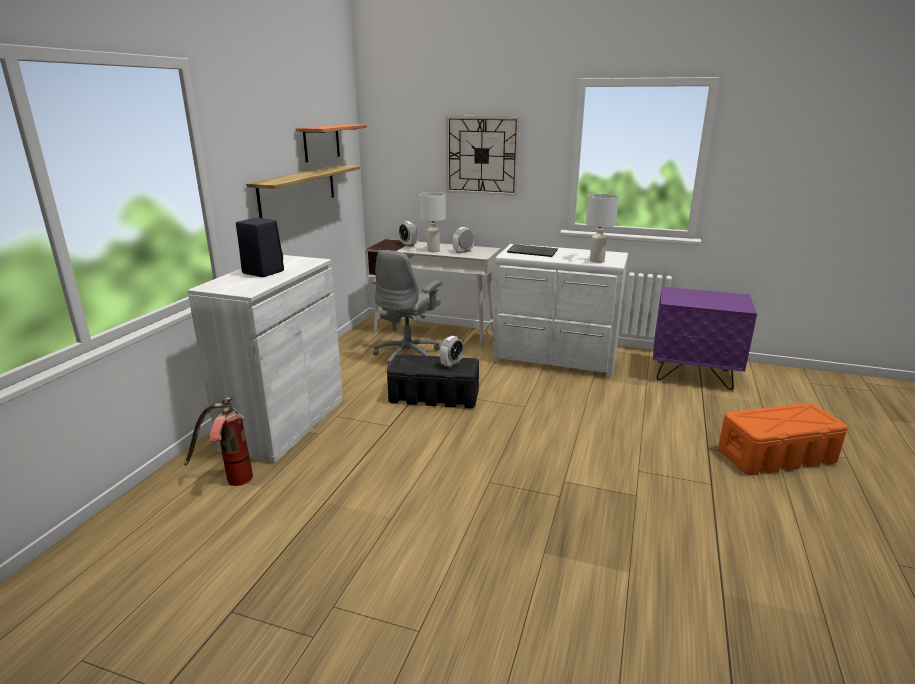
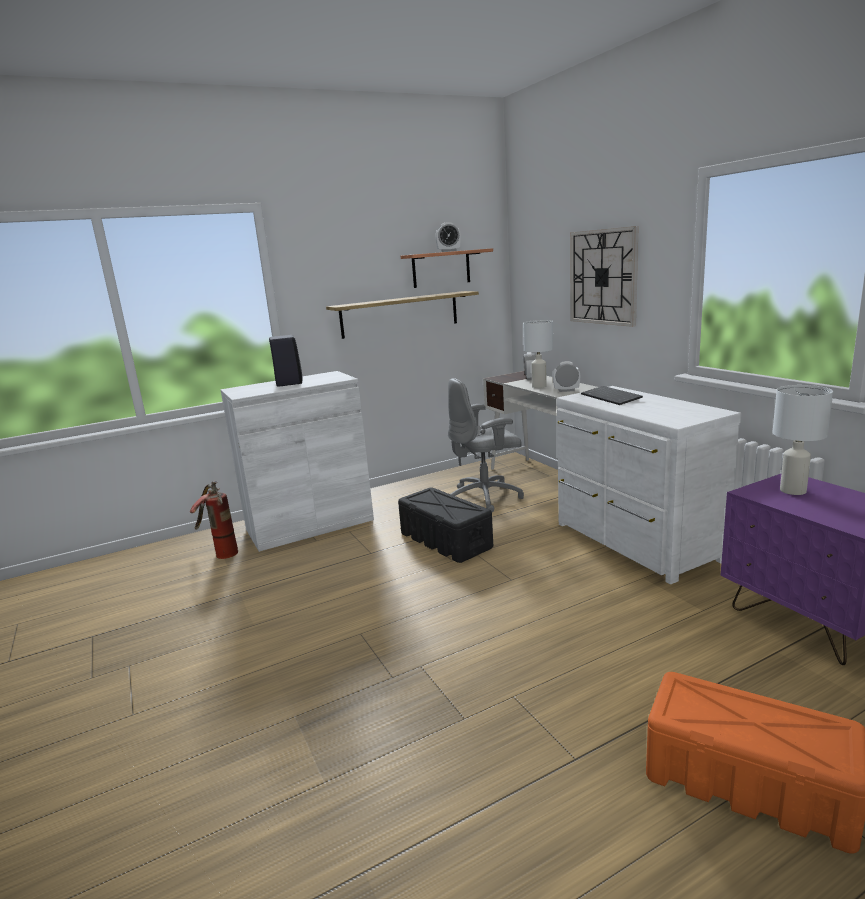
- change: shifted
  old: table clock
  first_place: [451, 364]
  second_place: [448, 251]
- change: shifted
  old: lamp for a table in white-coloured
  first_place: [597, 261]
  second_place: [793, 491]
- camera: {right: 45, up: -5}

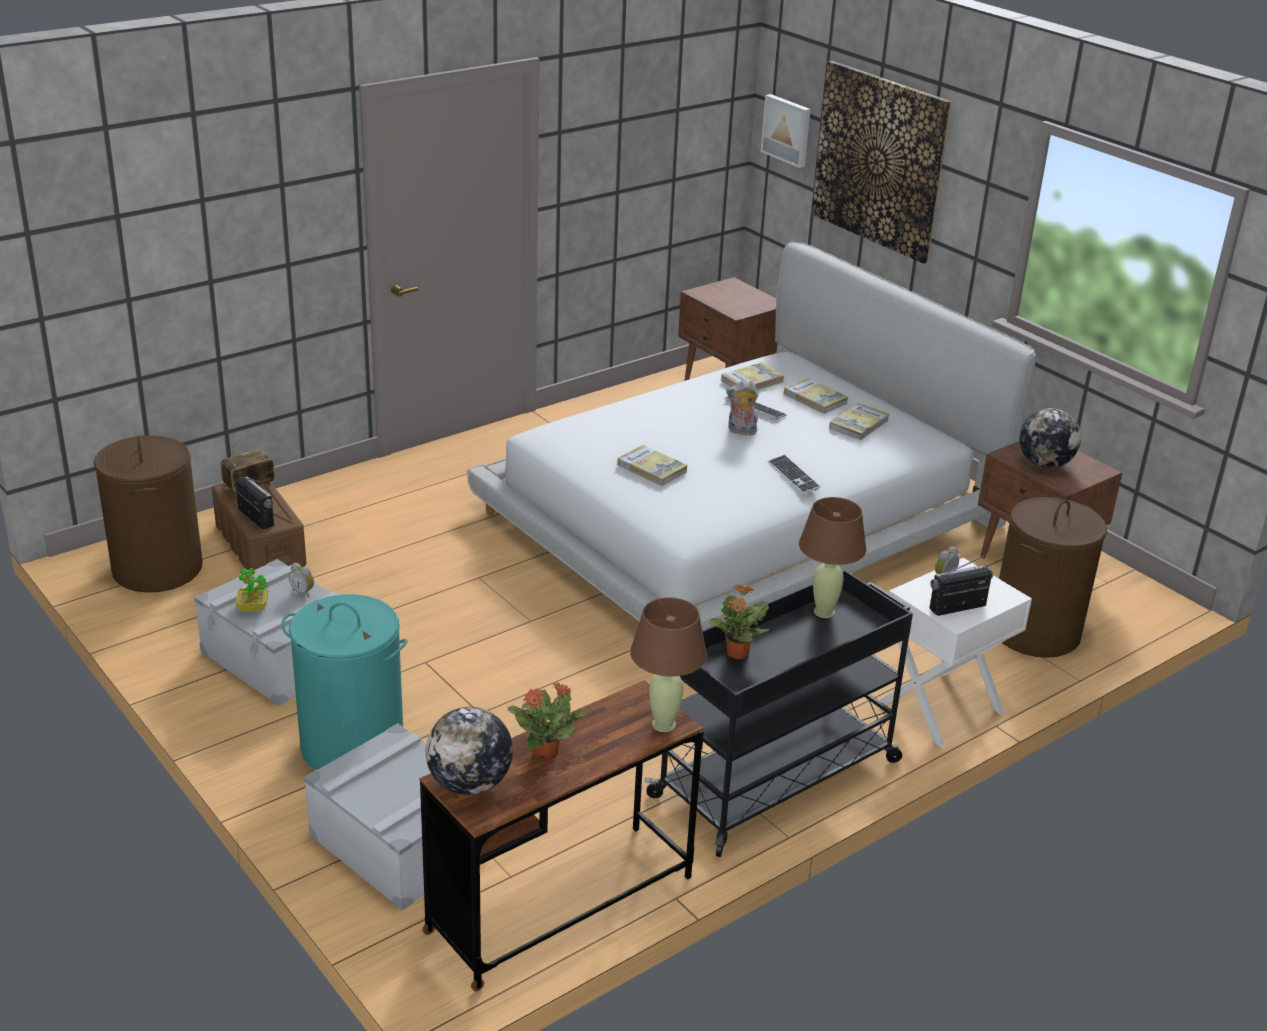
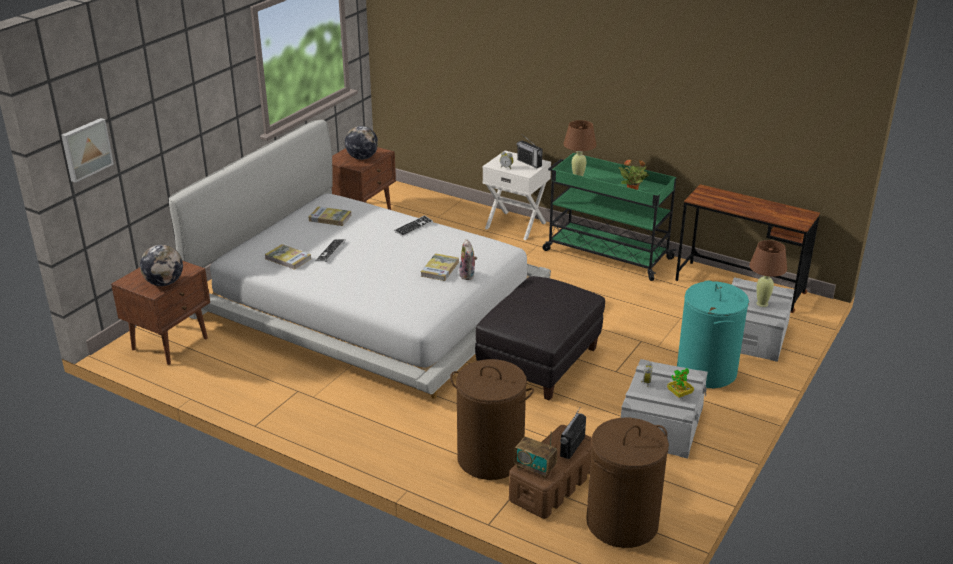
- change: shifted
  old: globe
  first_place: [469, 784]
  second_place: [164, 283]
- change: gone
  old: plant in a pot
  first_place: [546, 752]
- change: shifted
  old: lamp for a table in brown
  first_place: [663, 725]
  second_place: [762, 304]
- change: repainted
  old: trolley in black
  new: trolley in greenish
  first_place: [778, 777]
  second_place: [606, 254]
- change: shifted
  old: plush toy
  first_place: [741, 431]
  second_place: [468, 275]
- change: gone
  old: bound book
  first_place: [815, 398]
- change: gone
  old: wall art
  first_place: [879, 160]
- change: shifted
  old: hamper in brown
  first_place: [1035, 632]
  second_place: [490, 458]
- change: new
  new: ottoman in black
  second_place: [539, 362]
- camera: {right: -110, up: 0}

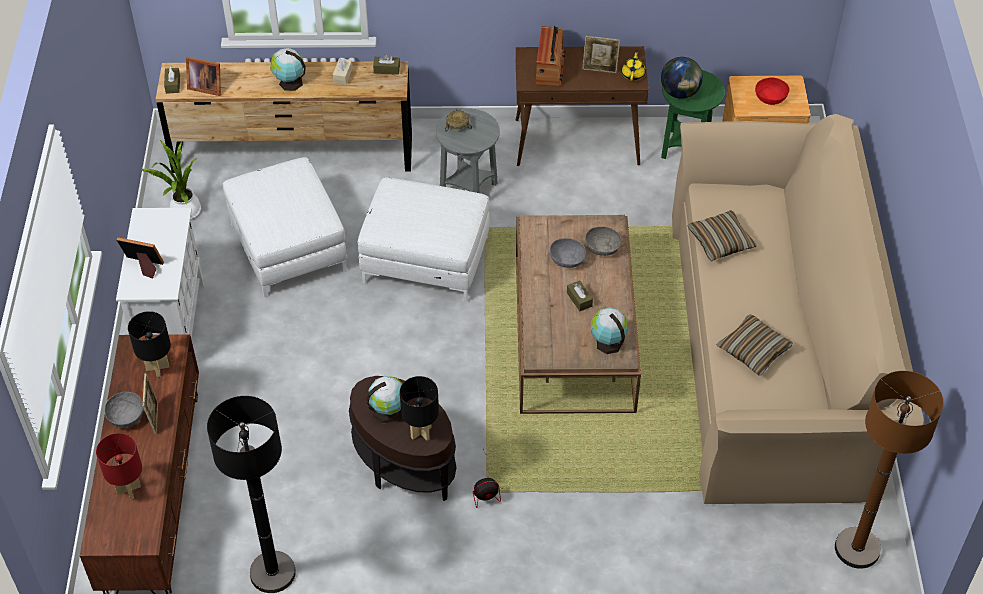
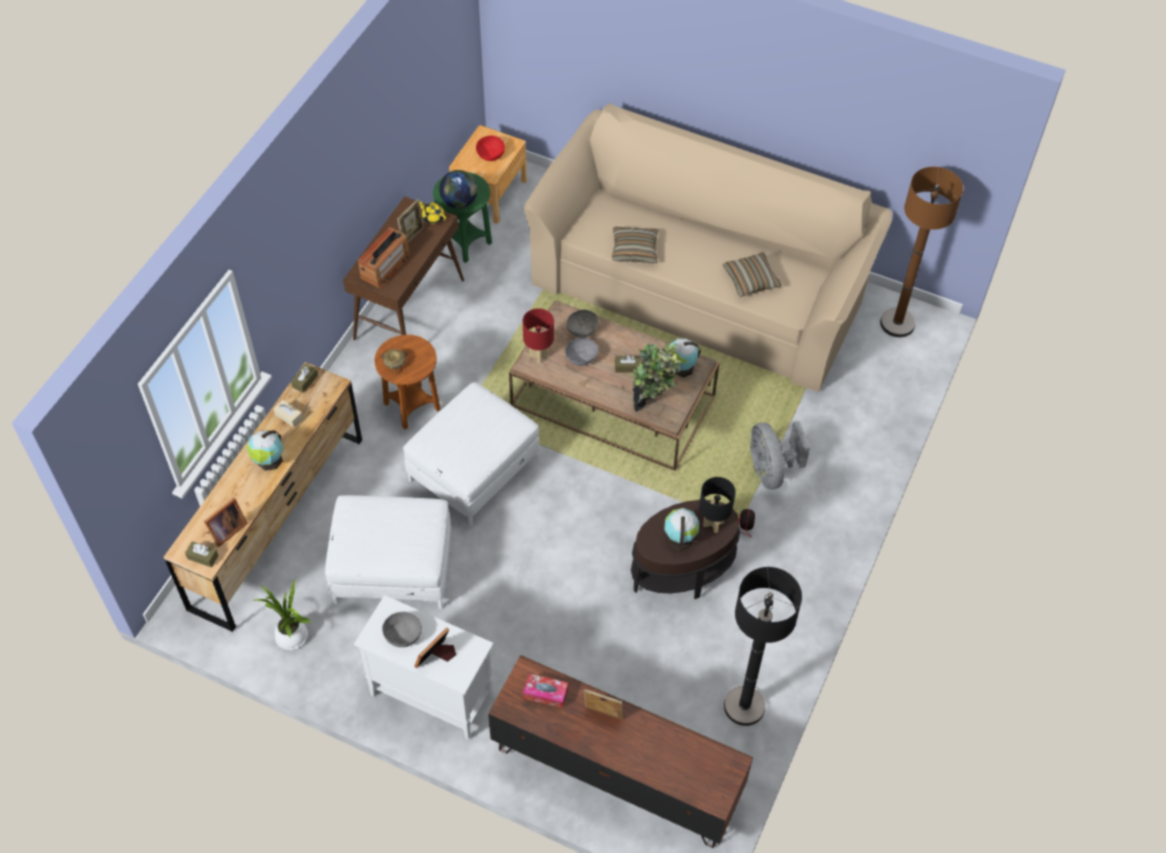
- change: shifted
  old: lamp for a table in reddish
  first_place: [128, 489]
  second_place: [538, 356]
- change: shifted
  old: bowl in grey
  first_place: [126, 416]
  second_place: [403, 635]
- change: swapped
  old: lamp for a table in black
  new: tissue holder
  first_place: [157, 367]
  second_place: [545, 693]
- change: repainted
  old: end table in grey
  new: end table in brown
  first_place: [468, 189]
  second_place: [412, 406]
- change: rotated
  old: radio
  first_place: [550, 67]
  second_place: [385, 267]
  degrees: 90
- change: new
  new: plant in a pot
  second_place: [652, 403]
- change: new
  new: electric fan in grey
  second_place: [771, 470]
- camera: {right: -65, up: 5}

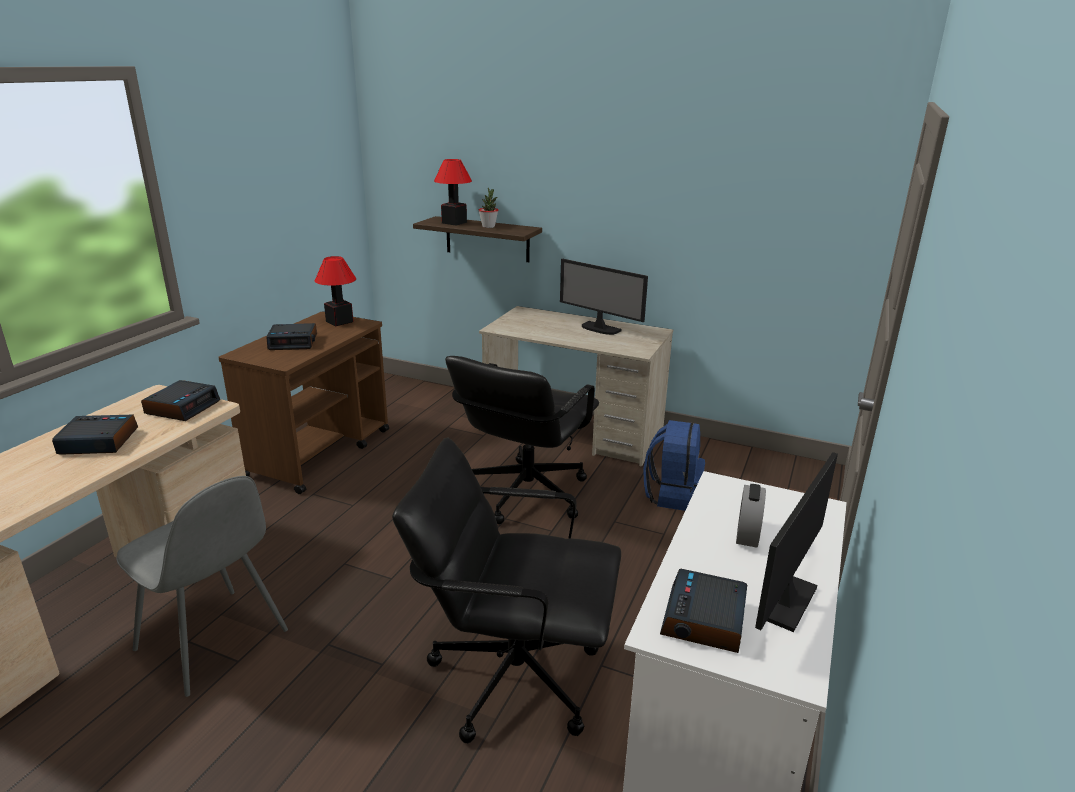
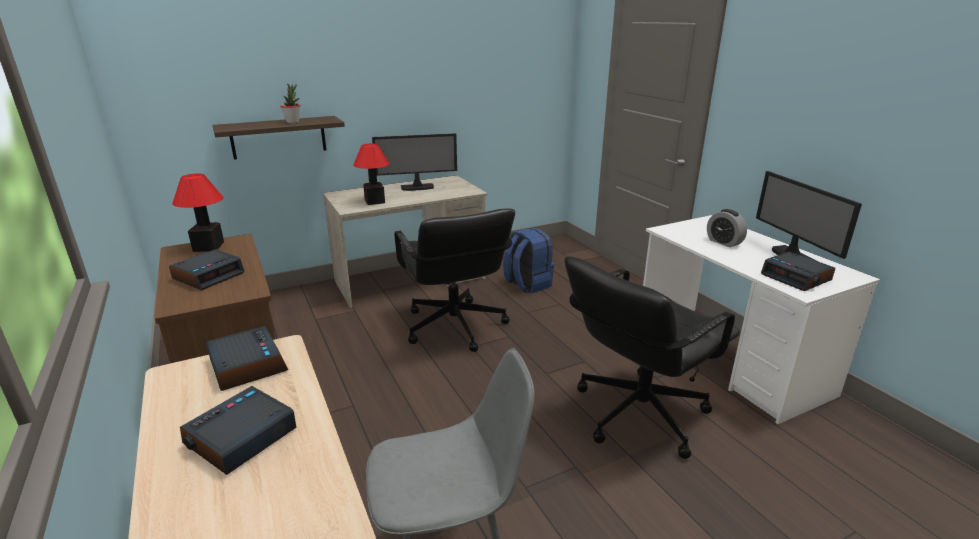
- change: shifted
  old: lamp for a table
  first_place: [454, 222]
  second_place: [375, 201]
- camera: {right: -50, up: 0}

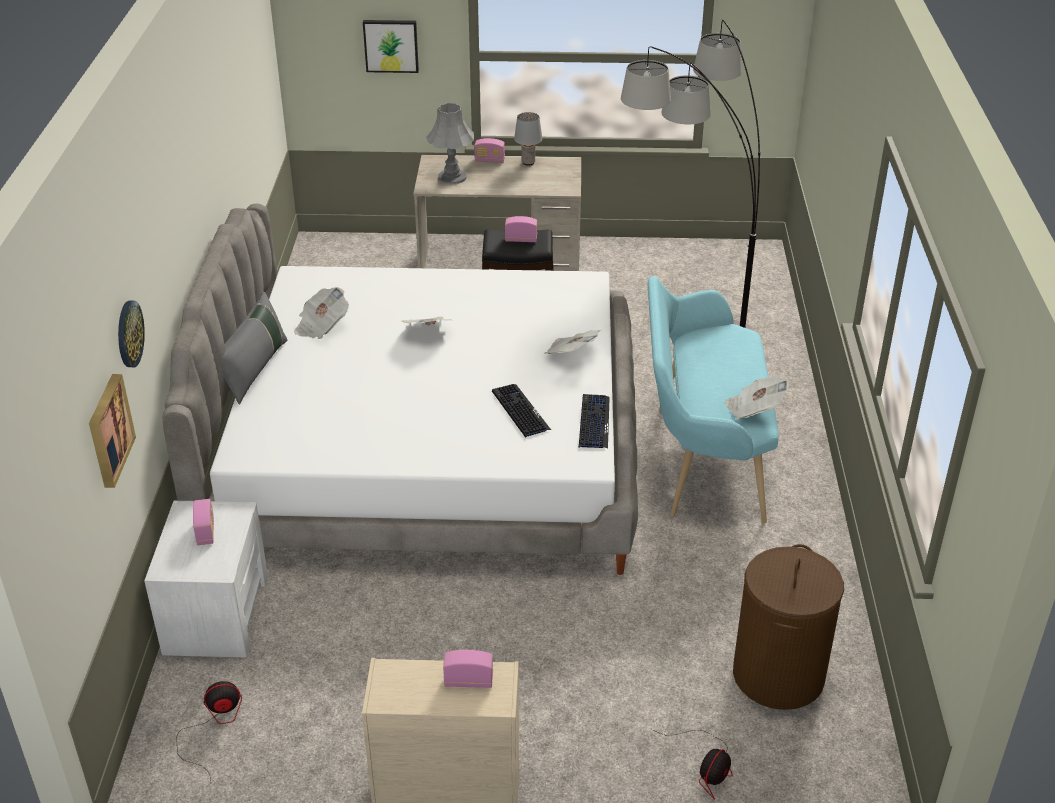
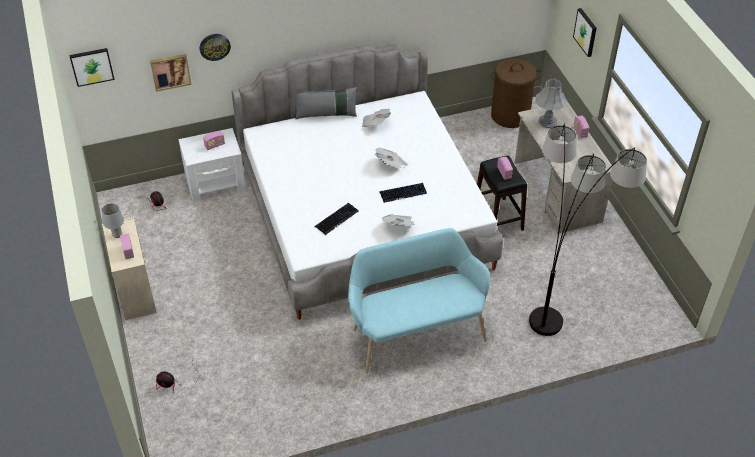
- change: shifted
  old: lamp for a table in grey
  first_place: [528, 163]
  second_place: [117, 235]
- change: shifted
  old: PC keyboard
  first_place: [594, 422]
  second_place: [403, 193]
- change: gone
  old: newspaper
  first_place: [754, 409]
- change: shifted
  old: hamper in brown
  first_place: [778, 676]
  second_place: [510, 116]
- change: new
  new: wall art
  second_place: [92, 66]
- camera: {right: 70, up: 10}

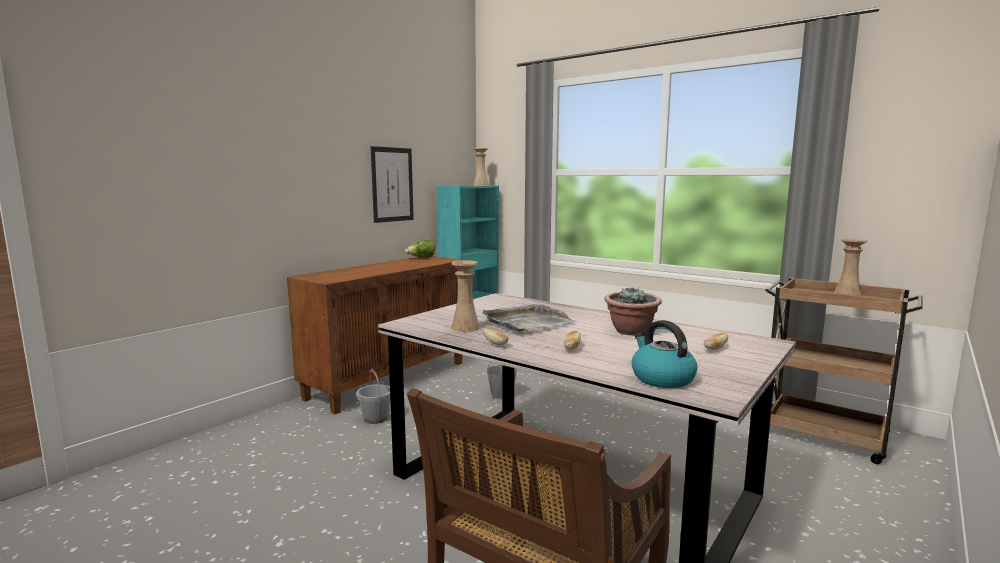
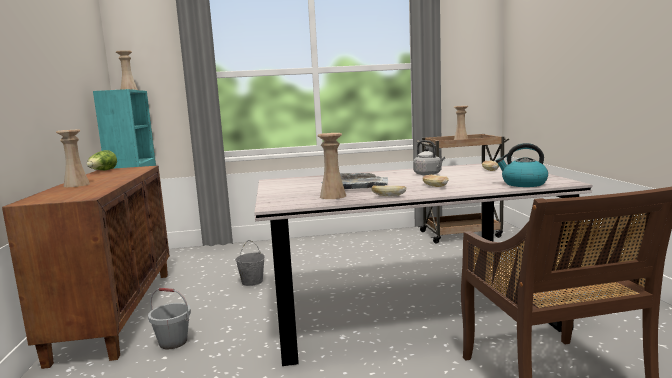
- change: gone
  old: wall art
  first_place: [392, 184]
- change: swapped
  old: plant in a pot
  new: tea kettle in grey
  first_place: [631, 331]
  second_place: [428, 174]
- change: new
  new: decorative vase in beige-coloured
  second_place: [76, 185]
- camera: {right: -45, up: 0}

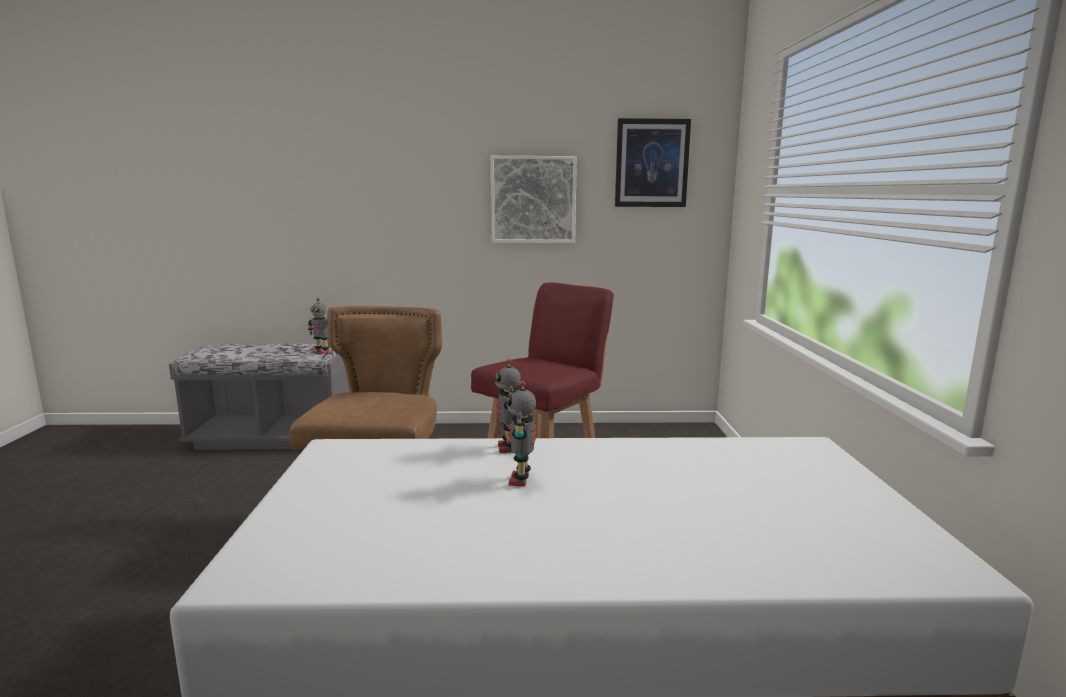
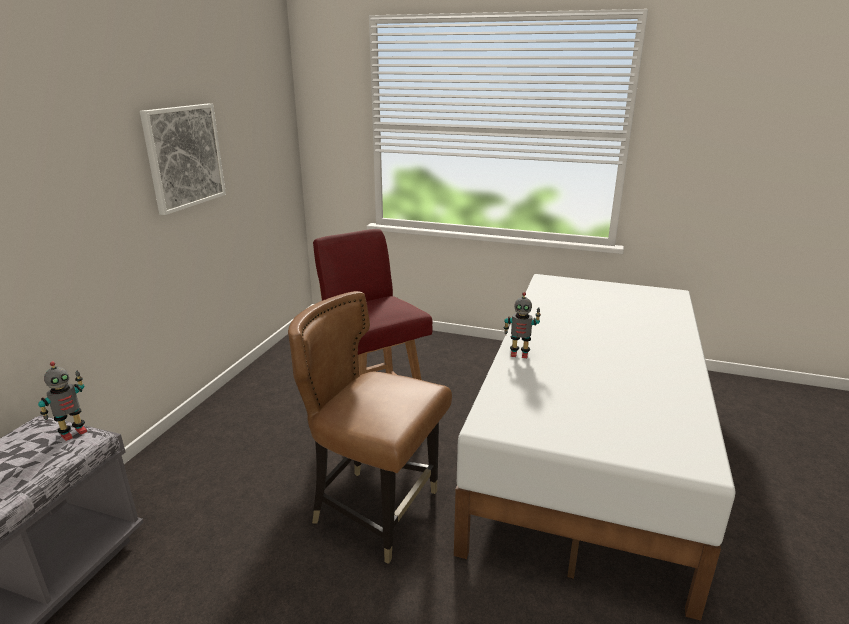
- change: gone
  old: toy robot
  first_place: [521, 480]
- change: gone
  old: wall art
  first_place: [651, 163]
- camera: {right: -70, up: 10}

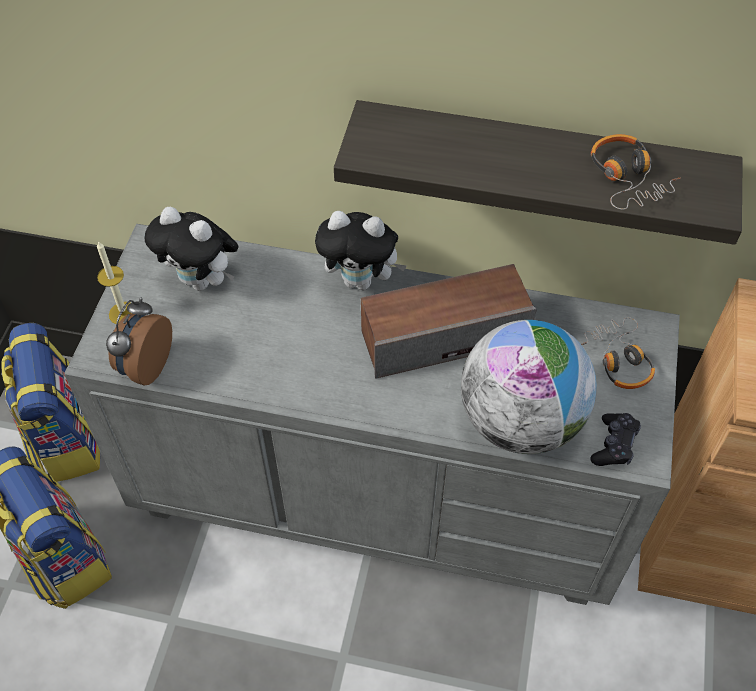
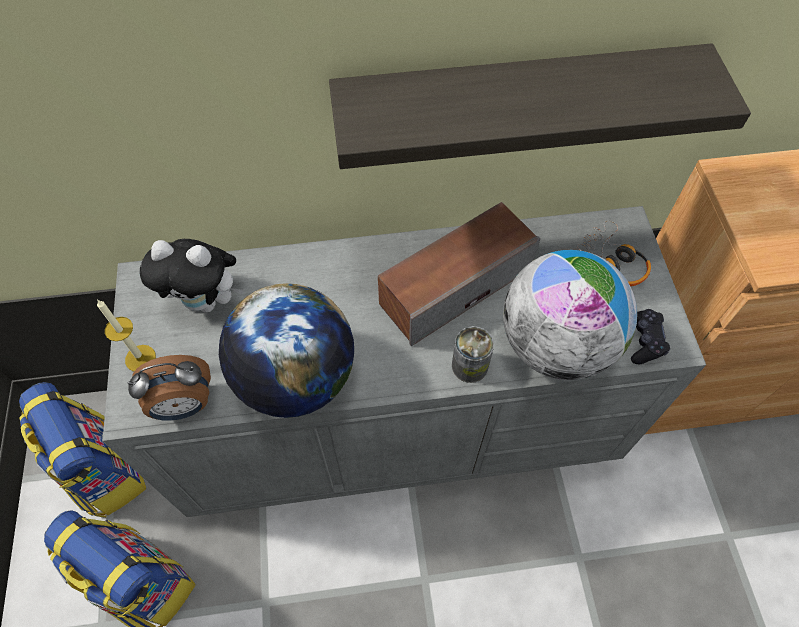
- change: rotated
  old: table clock
  first_place: [145, 366]
  second_place: [184, 405]
  degrees: -105
- change: gone
  old: plush toy
  first_place: [361, 280]
- change: gone
  old: headphones
  first_place: [627, 178]
- change: new
  new: globe
  second_place: [295, 378]
- change: new
  new: can
  second_place: [469, 366]
- camera: {right: -20, up: 5}

